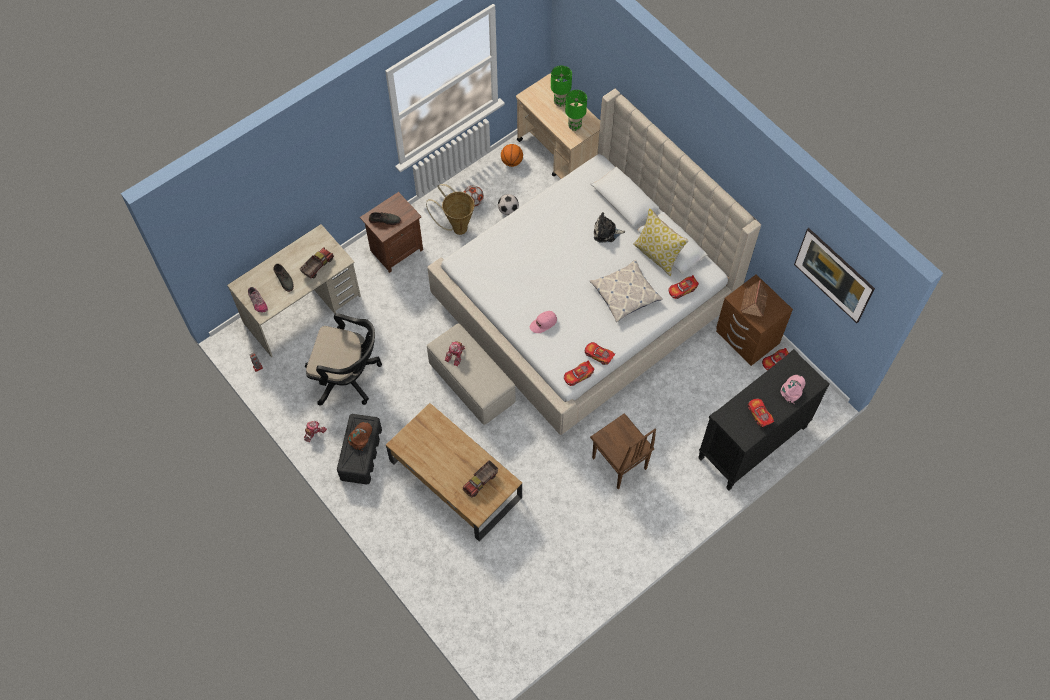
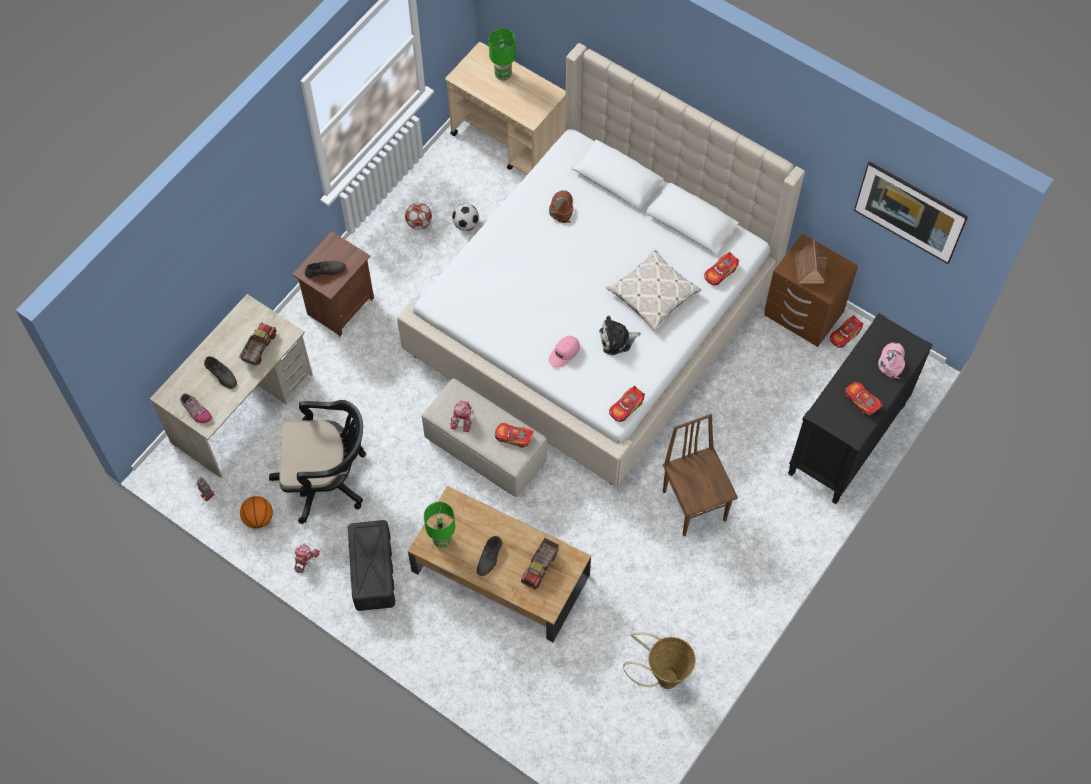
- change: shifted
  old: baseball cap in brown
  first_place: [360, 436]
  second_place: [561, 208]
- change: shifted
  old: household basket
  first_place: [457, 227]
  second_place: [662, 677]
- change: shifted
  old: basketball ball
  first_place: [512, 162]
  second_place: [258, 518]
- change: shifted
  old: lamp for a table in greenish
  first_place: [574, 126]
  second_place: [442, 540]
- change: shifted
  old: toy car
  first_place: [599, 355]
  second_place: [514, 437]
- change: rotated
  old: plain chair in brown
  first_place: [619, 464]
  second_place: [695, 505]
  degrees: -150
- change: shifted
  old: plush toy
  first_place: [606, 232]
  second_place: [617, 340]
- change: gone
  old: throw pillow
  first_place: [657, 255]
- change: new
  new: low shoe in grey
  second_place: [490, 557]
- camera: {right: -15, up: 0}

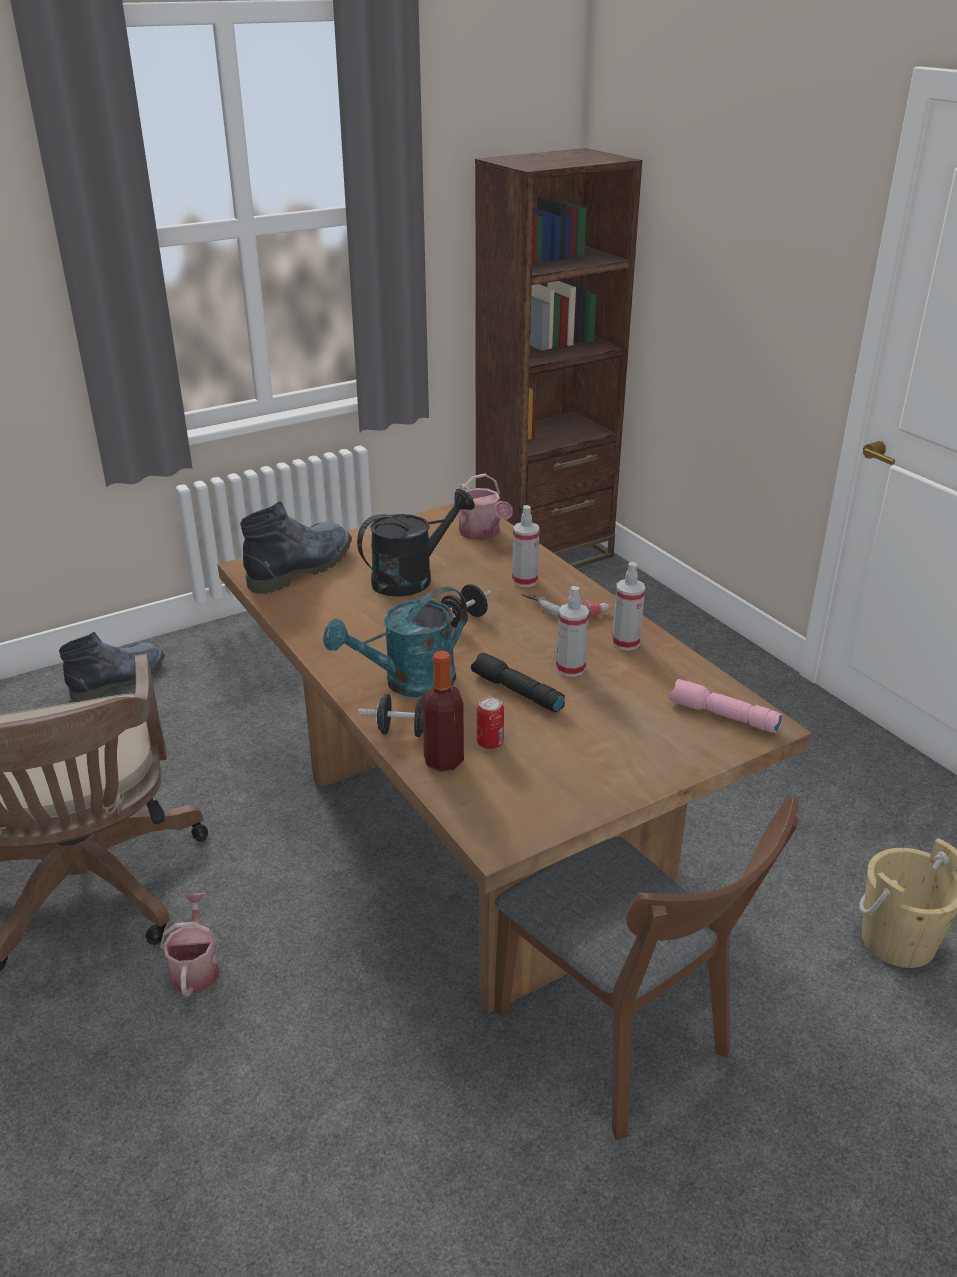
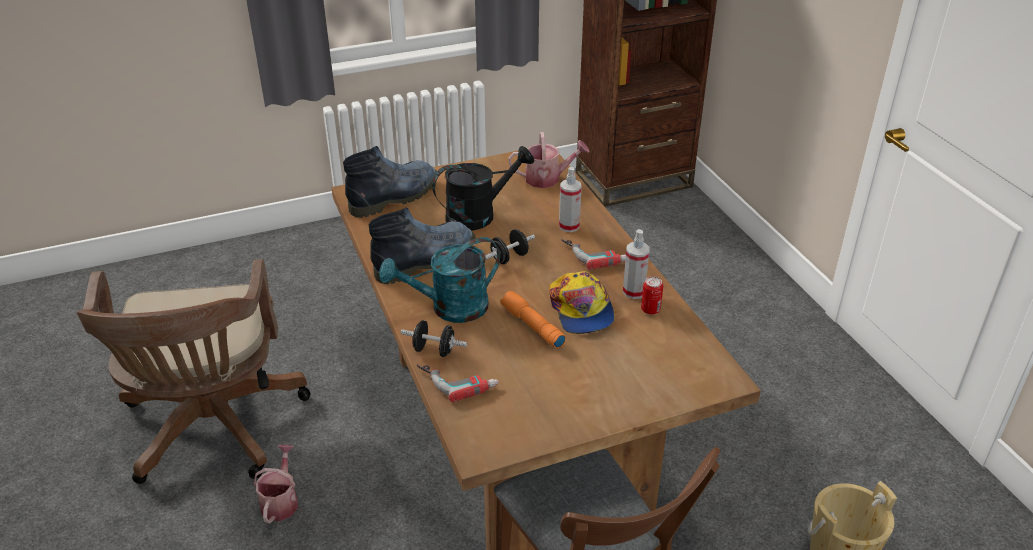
- change: shifted
  old: high-top boot
  first_place: [120, 679]
  second_place: [426, 260]
- change: swapped
  old: beverage bottle
  new: drill
  first_place: [443, 760]
  second_place: [458, 379]
- change: rotated
  old: watering pot
  first_place: [482, 533]
  second_place: [547, 178]
  degrees: -75
- change: repainted
  old: hand torch in black
  new: hand torch in orange-coloured
  first_place: [516, 692]
  second_place: [531, 326]
- change: shifted
  old: can
  first_place: [490, 743]
  second_place: [650, 309]
- change: swapped
  old: spray bottle
  new: baseball cap
  first_place: [570, 668]
  second_place: [581, 310]
- change: gone
  old: hand torch in pink-coloured
  first_place: [722, 716]
- camera: {right: 10, up: 5}

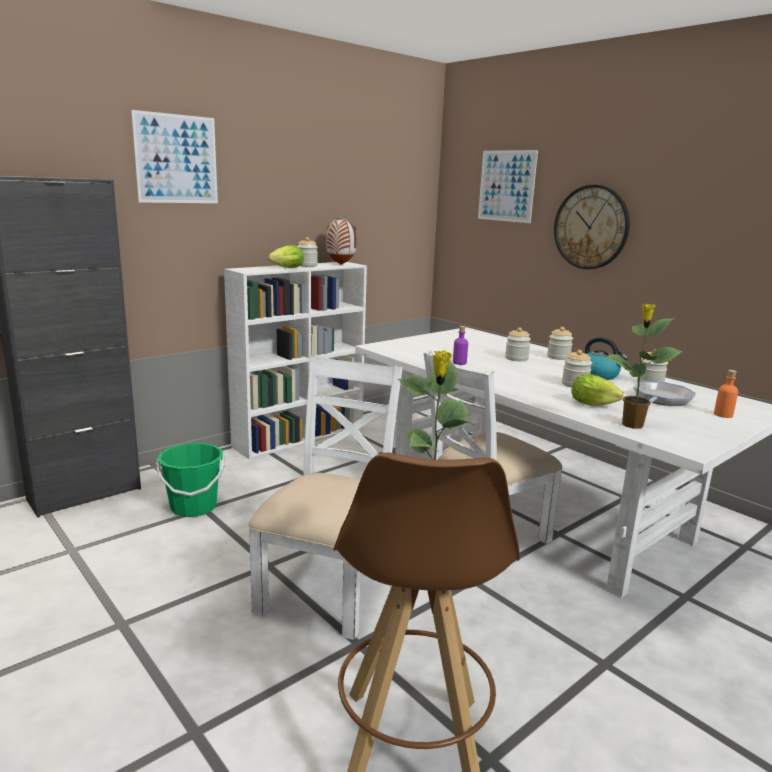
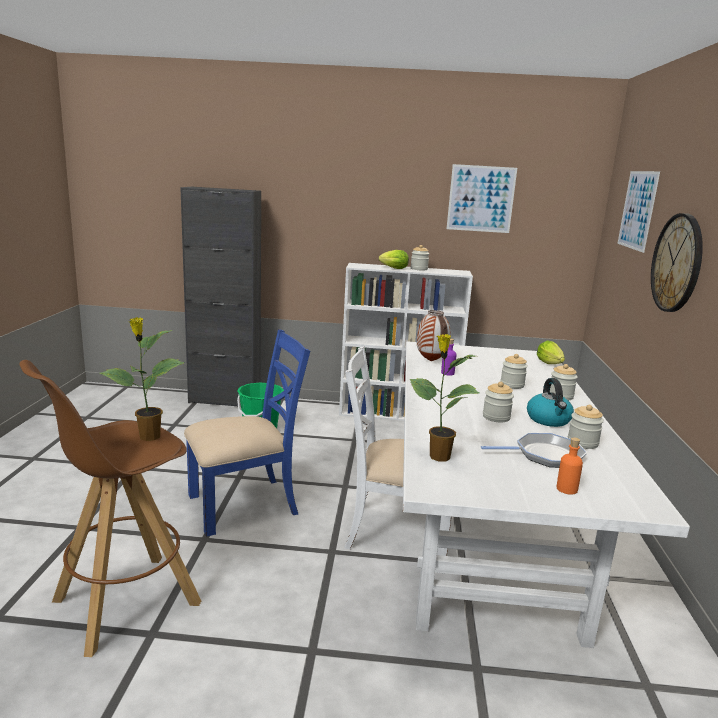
- change: shifted
  old: wall art
  first_place: [176, 159]
  second_place: [481, 199]
- change: repainted
  old: plain chair in white-coloured
  new: plain chair in blue-coloured
  first_place: [328, 588]
  second_place: [244, 504]
- change: shifted
  old: decorative vase
  first_place: [340, 264]
  second_place: [430, 361]
- change: shifted
  old: lettuce
  first_place: [595, 405]
  second_place: [550, 364]
- camera: {right: 45, up: 0}

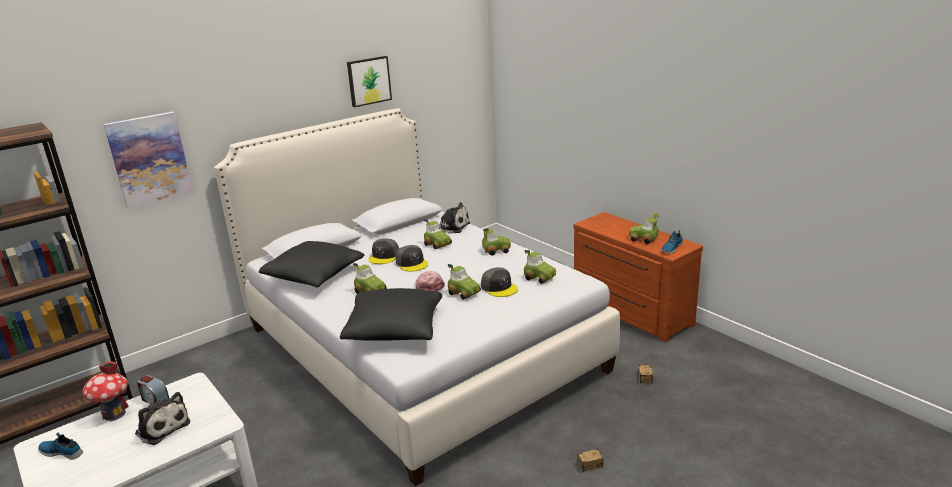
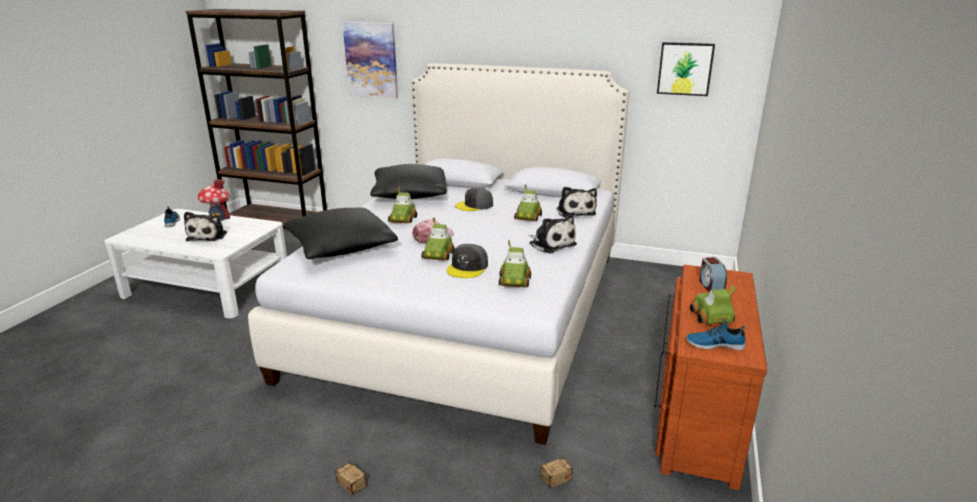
- change: shifted
  old: table clock
  first_place: [154, 399]
  second_place: [710, 285]
- change: shifted
  old: wall art
  first_place: [368, 81]
  second_place: [685, 68]
- change: gone
  old: baseball cap in grey
  first_place: [412, 263]
- change: swapped
  old: toy car
  new: plush toy
  first_place: [496, 250]
  second_place: [551, 244]
- camera: {right: 55, up: 0}

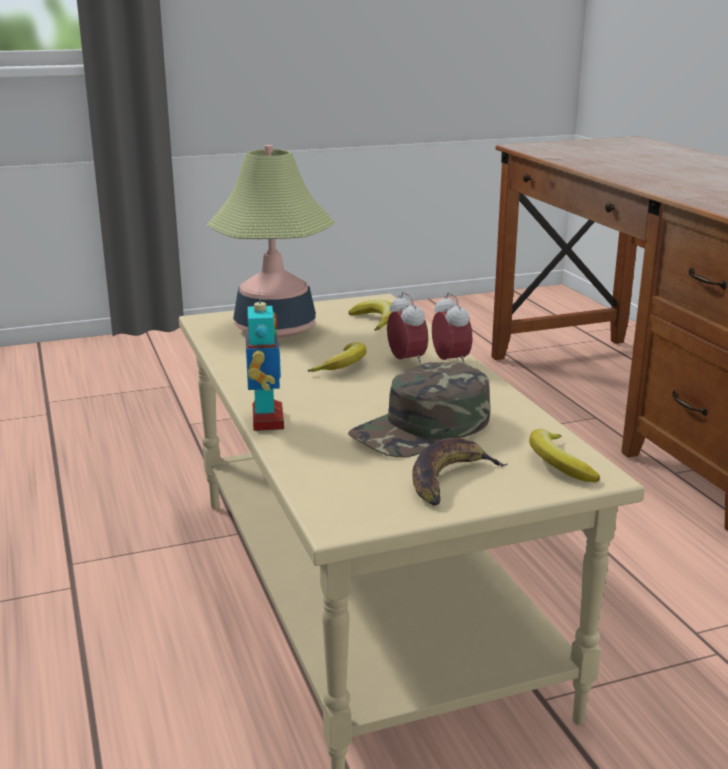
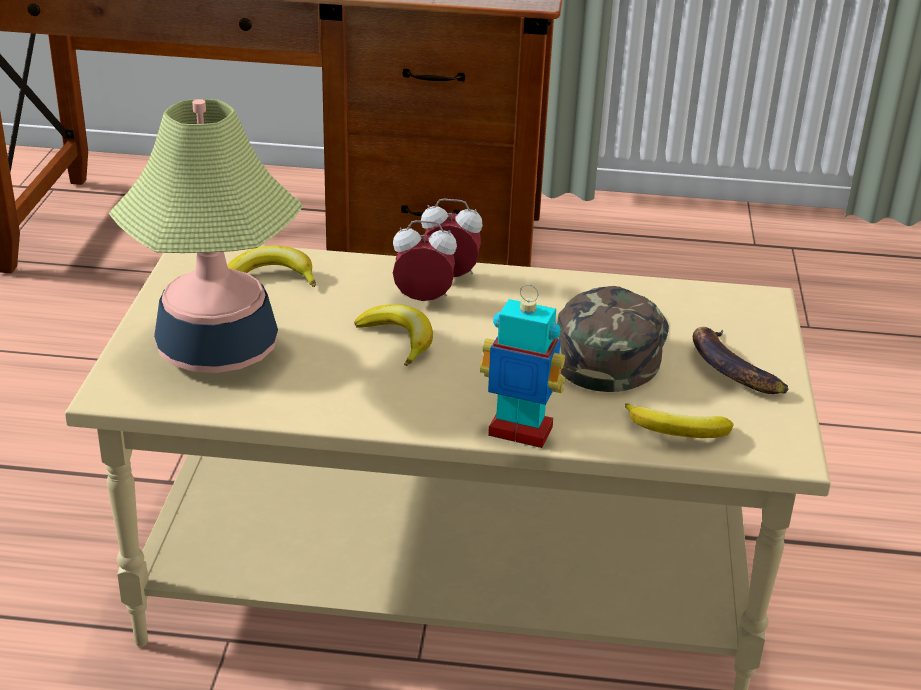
- change: rotated
  old: baseball cap in greenish
  first_place: [422, 428]
  second_place: [610, 347]
  degrees: -150
- change: shifted
  old: whole banana
  first_place: [558, 463]
  second_place: [676, 432]
- camera: {right: -65, up: 10}

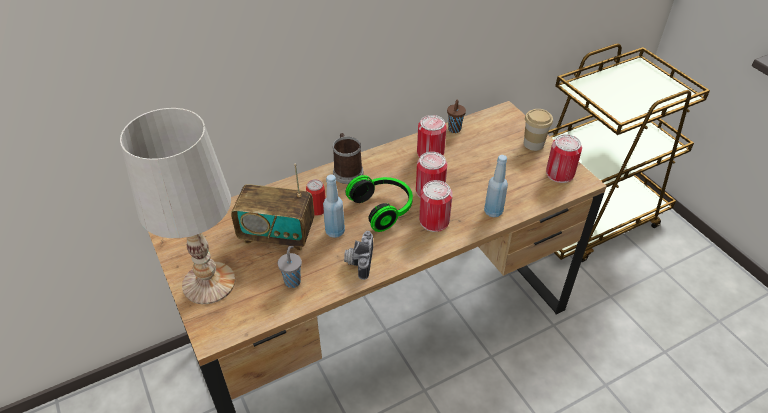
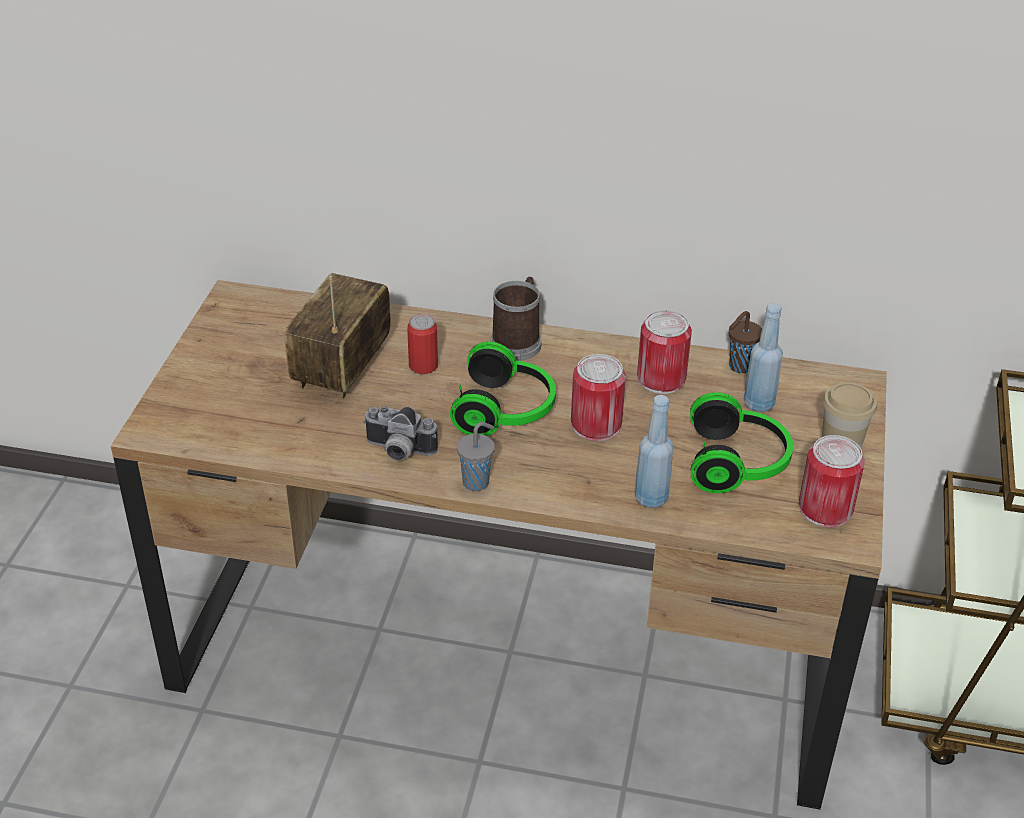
- change: gone
  old: lamp for a table in white-coloured
  first_place: [208, 283]
- change: rotated
  old: radio
  first_place: [277, 235]
  second_place: [342, 368]
  degrees: 60
- change: shifted
  old: small cup in grey
  first_place: [293, 281]
  second_place: [477, 482]
- change: shifted
  old: beverage bottle in blue-coloured
  first_place: [335, 231]
  second_place: [758, 403]
- change: rotated
  old: still camera
  first_place: [358, 261]
  second_place: [398, 451]
  degrees: -120
- change: gone
  old: can
  first_place: [434, 221]
- change: new
  new: headphones
  second_place: [738, 463]
- camera: {right: 40, up: -5}

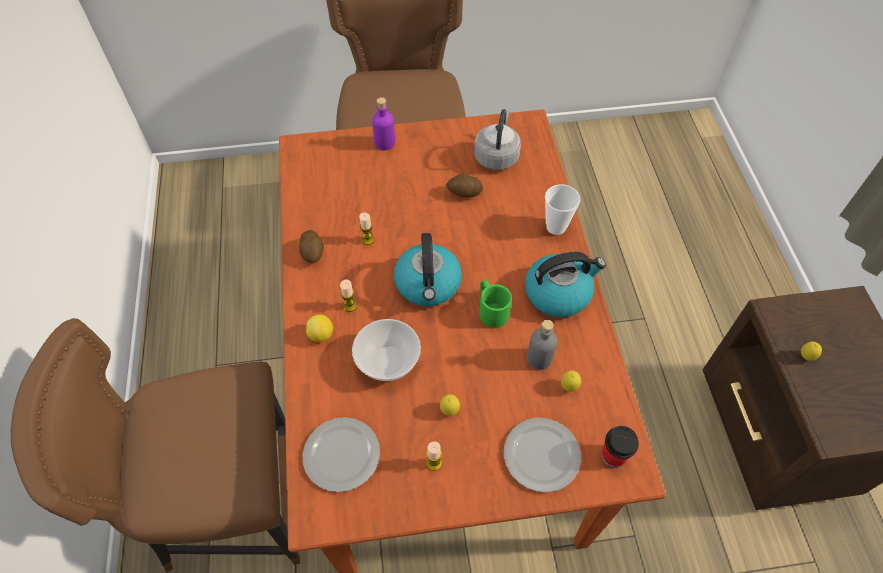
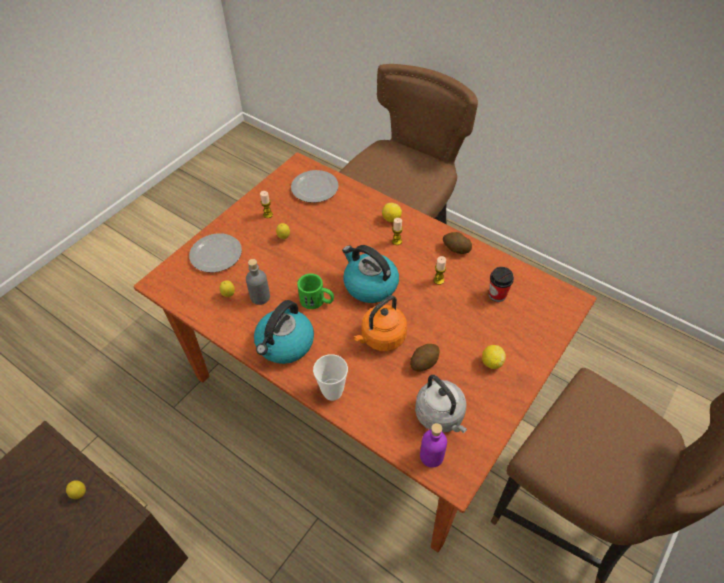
- change: gone
  old: bowl
  first_place: [388, 362]
- change: shifted
  old: beverage bottle in purplish
  first_place: [384, 143]
  second_place: [431, 456]
- change: shifted
  old: small cup
  first_place: [613, 455]
  second_place: [497, 295]
- change: new
  new: tea kettle in orange-coloured
  second_place: [381, 338]
- change: new
  new: citrus fruit
  second_place: [491, 362]
- camera: {right: 135, up: -5}

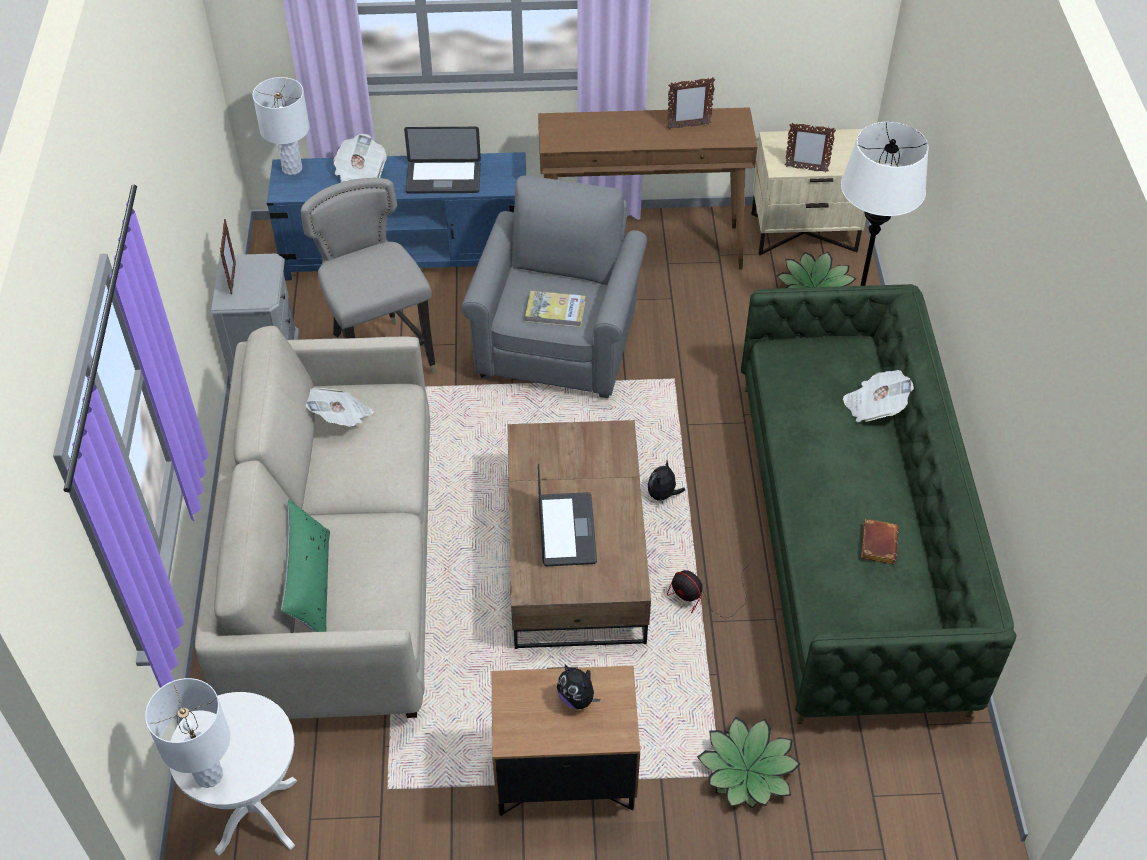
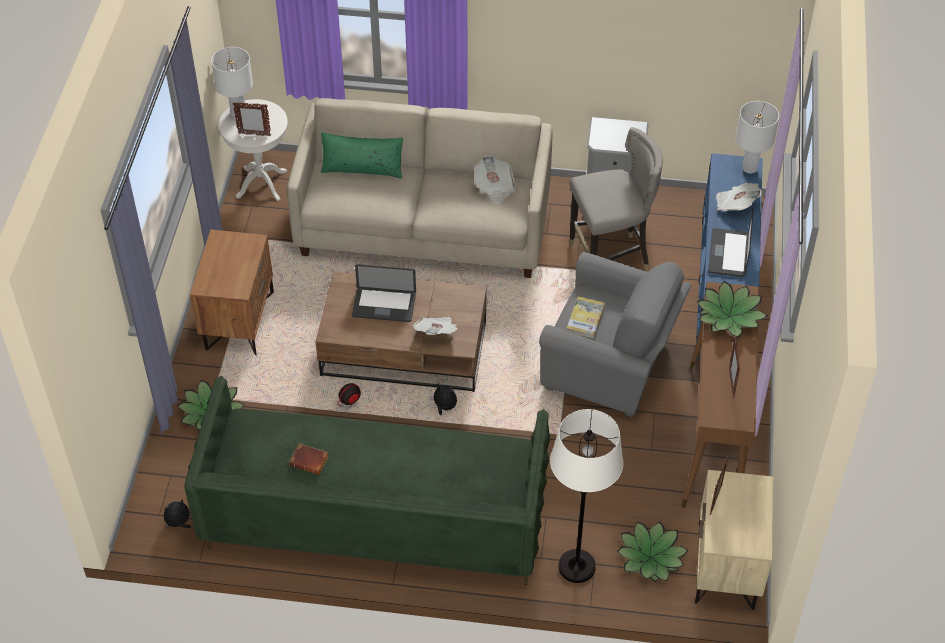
- change: shifted
  old: picture frame
  first_place: [233, 279]
  second_place: [254, 134]
- change: shifted
  old: plush toy
  first_place: [577, 698]
  second_place: [179, 523]
- change: shifted
  old: newspaper
  first_place: [874, 407]
  second_place: [436, 333]
- change: new
  new: plant in a pot
  second_place: [729, 317]
- camera: {right: 100, up: 0}

